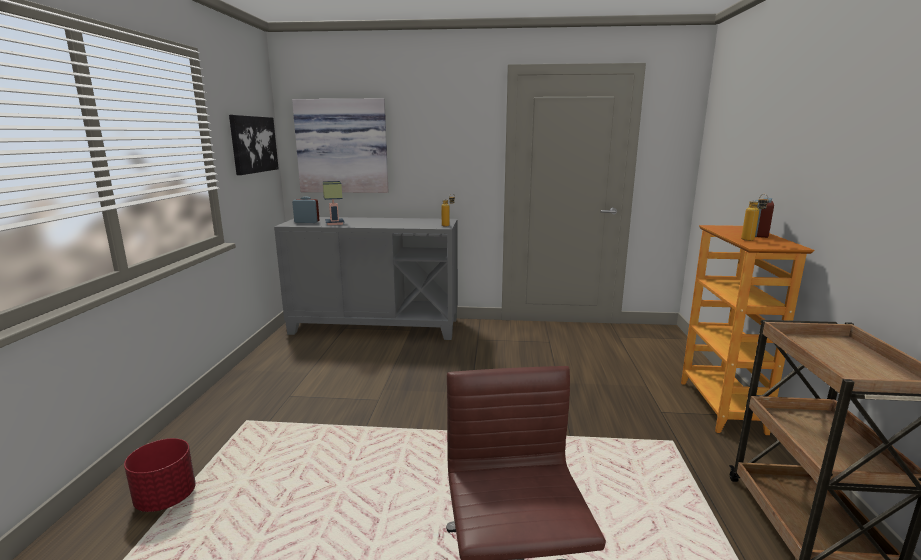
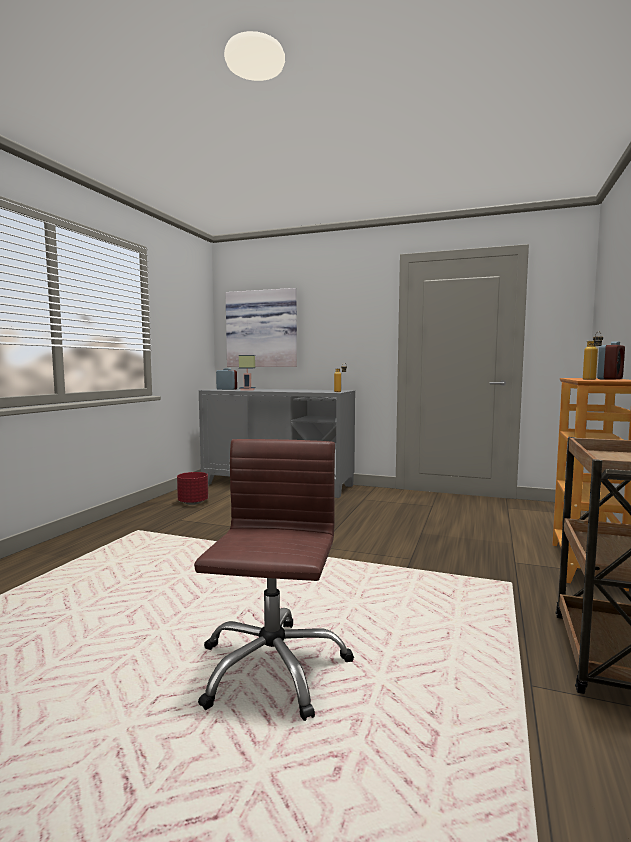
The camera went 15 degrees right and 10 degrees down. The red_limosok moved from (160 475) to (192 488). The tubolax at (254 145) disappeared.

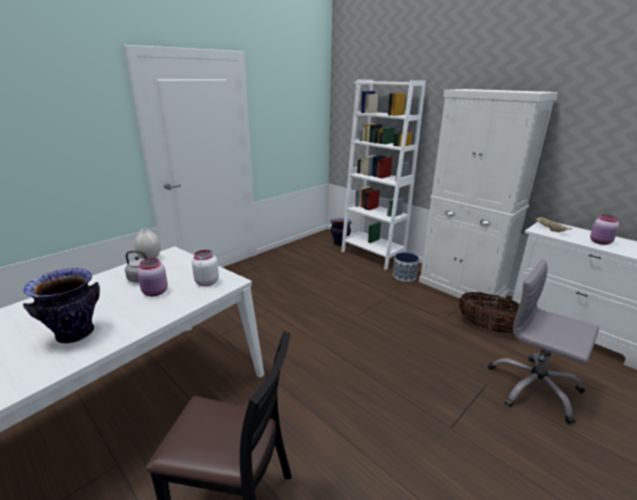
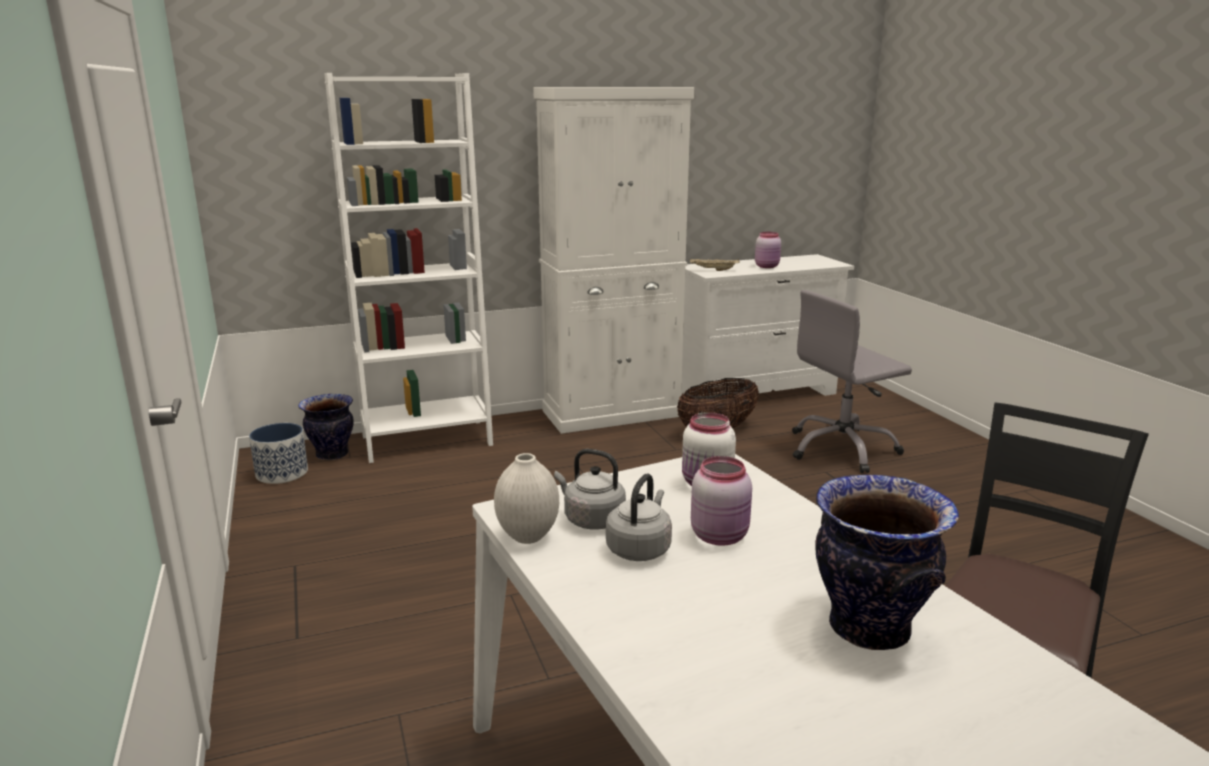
The camera went 65 degrees left and 5 degrees down. The limosok moved from (406 267) to (278 453). The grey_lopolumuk at (590 489) appeared.

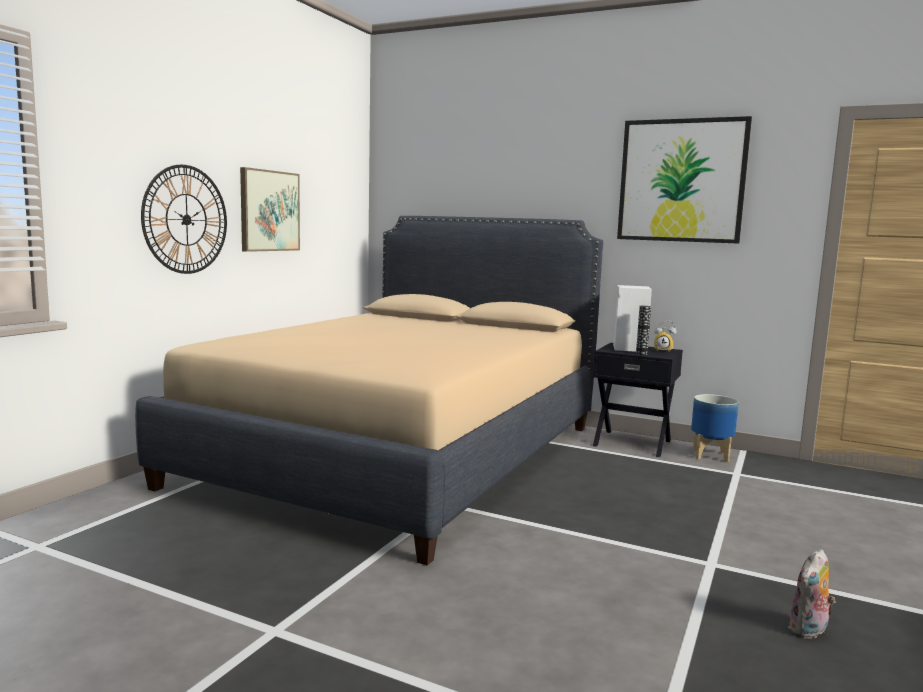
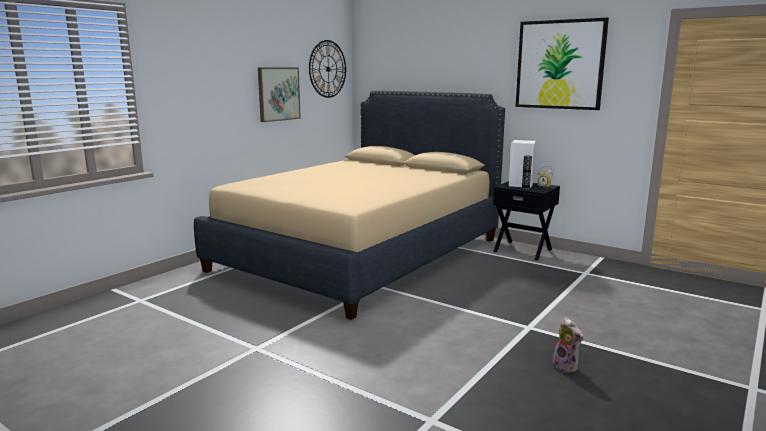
The camera went 10 degrees right and 5 degrees up. The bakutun moved from (184 219) to (327 69). The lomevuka at (812 594) turned 90 degrees counterclockwise. The limosok at (715 428) disappeared.

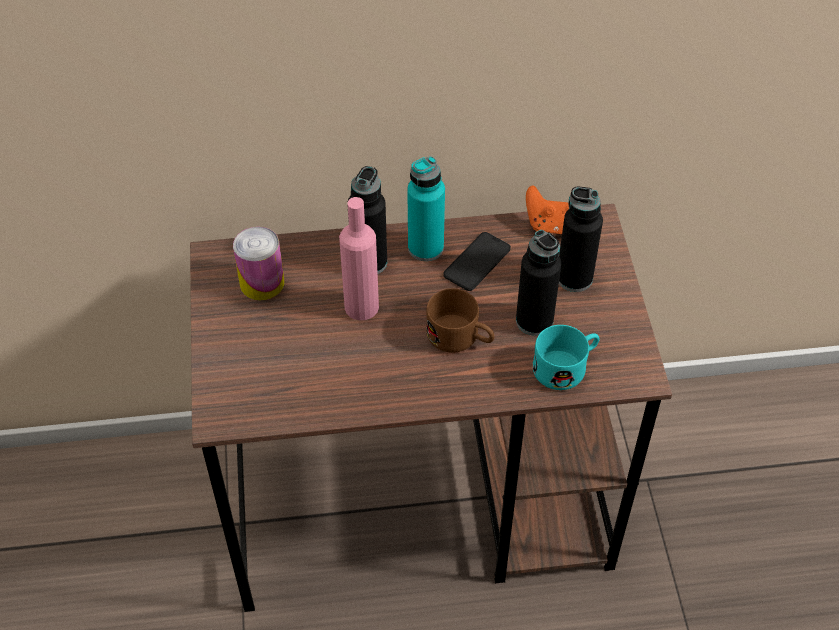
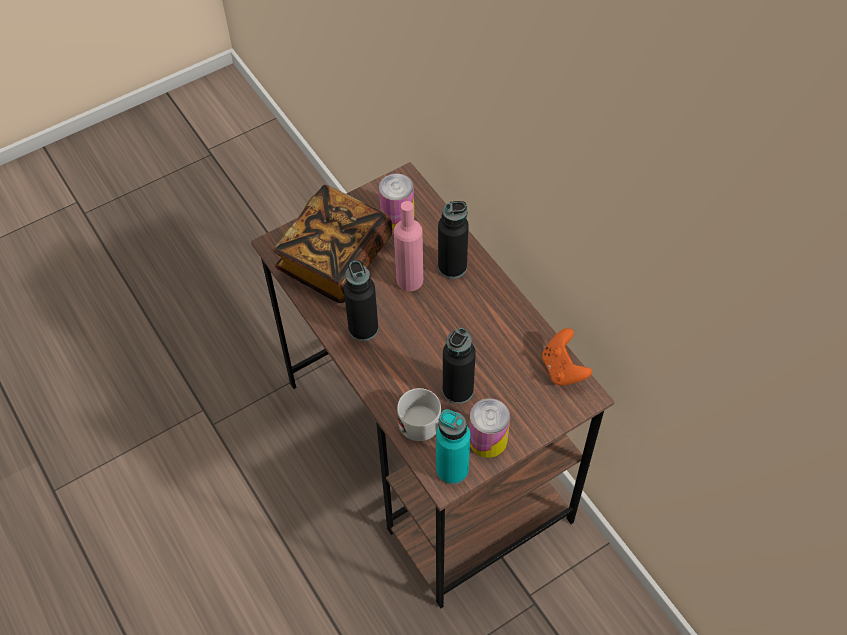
The camera went 65 degrees right and 5 degrees up. The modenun at (332 244) appeared. The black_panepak moved from (581 239) to (361 300). The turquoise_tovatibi at (566 357) became the white_tovatibi at (419 414). The turquoise_panepak moved from (426 208) to (453 447). The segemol at (489 428) appeared. The brown_tovatibi at (460 321) disappeared. The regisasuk at (477 261) disappeared.

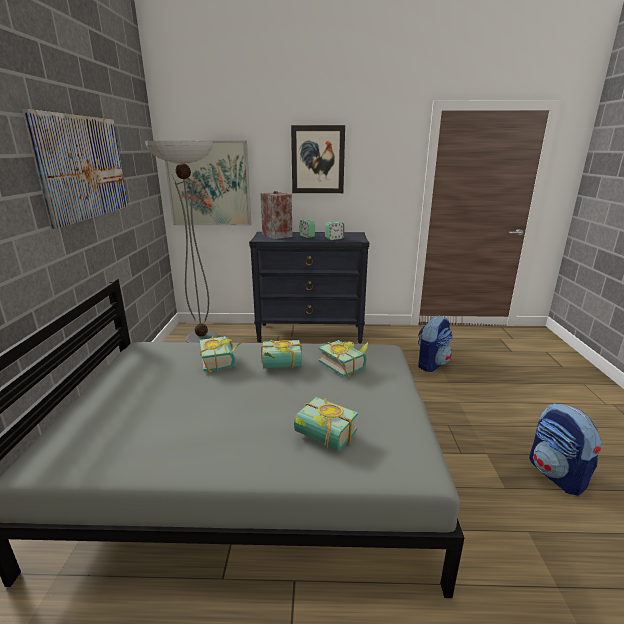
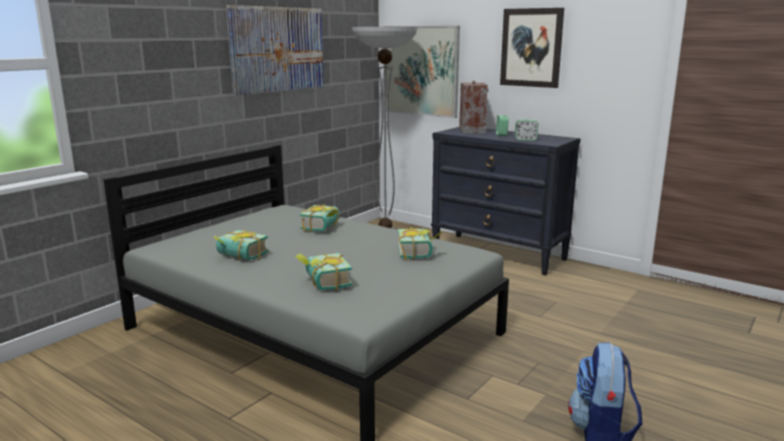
The camera went 35 degrees right and 5 degrees down. The modenun moved from (281 354) to (241 245). The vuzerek at (435 343) disappeared.

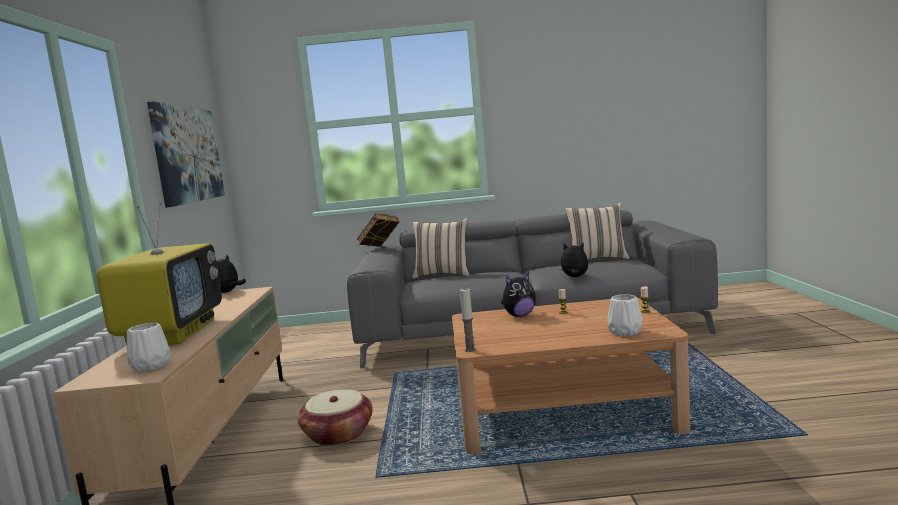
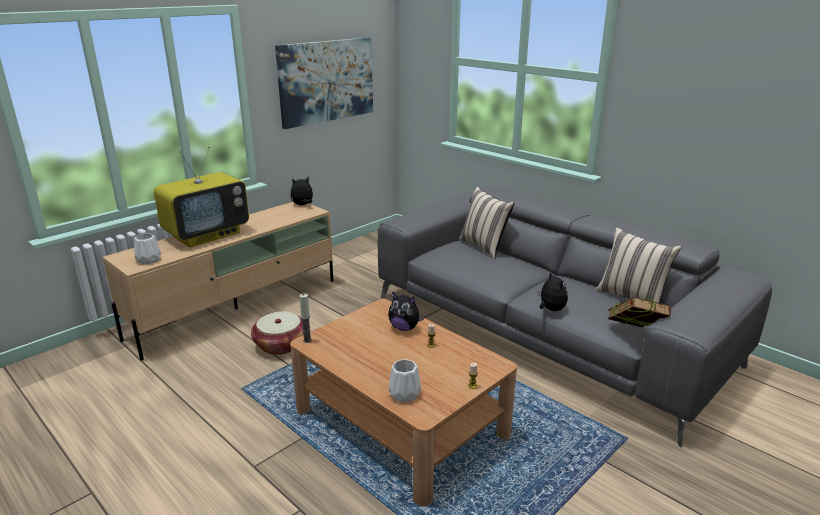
The camera went 45 degrees right and 15 degrees up. The modenun moved from (378 230) to (639 312).

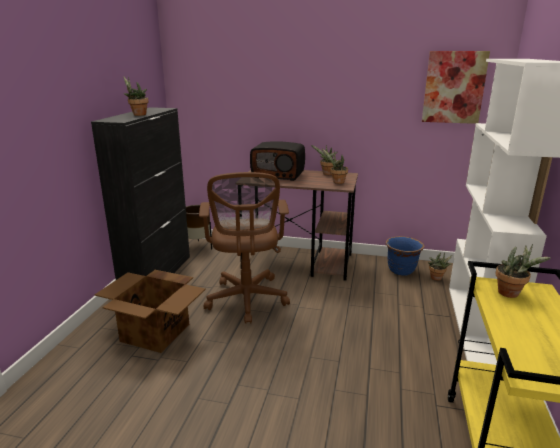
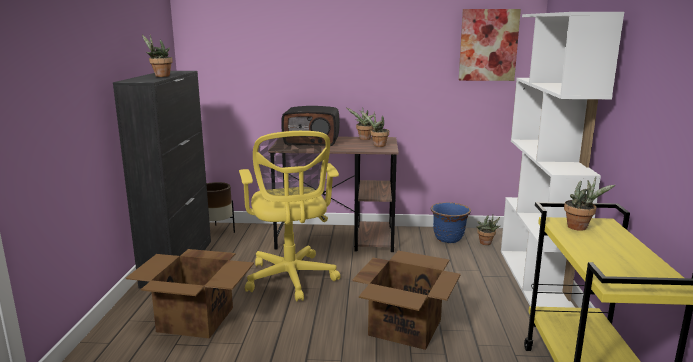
The camera went 10 degrees left and 5 degrees down. The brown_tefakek at (244 248) became the yellow_tefakek at (290 216). The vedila at (406 300) appeared.

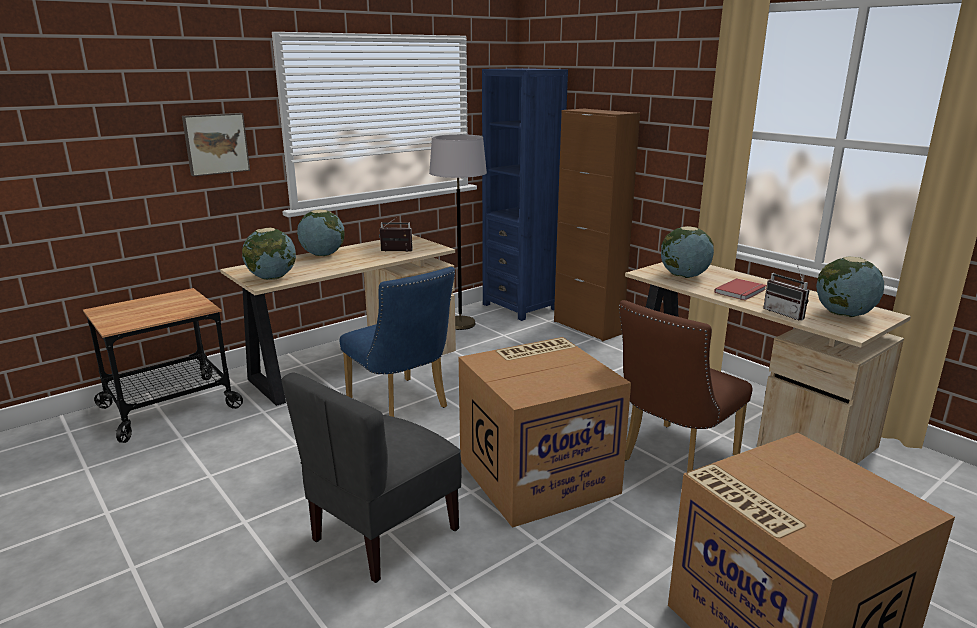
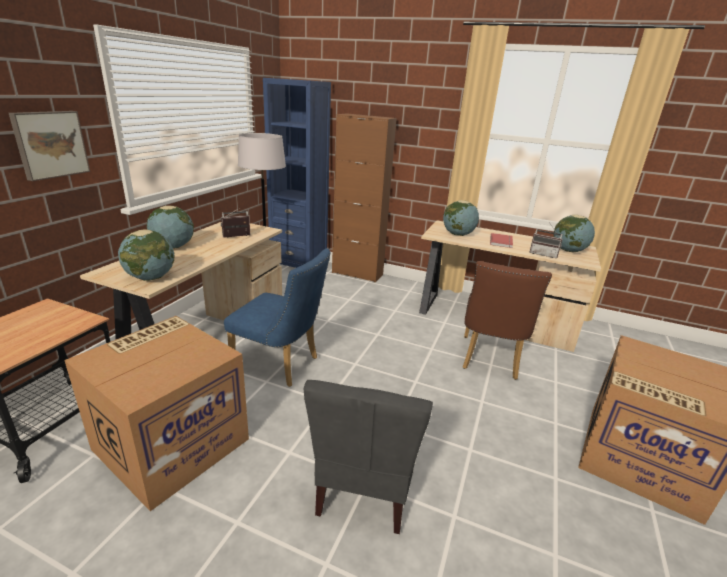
The camera went 30 degrees left and 5 degrees up. The vedila moved from (545 432) to (156 413).

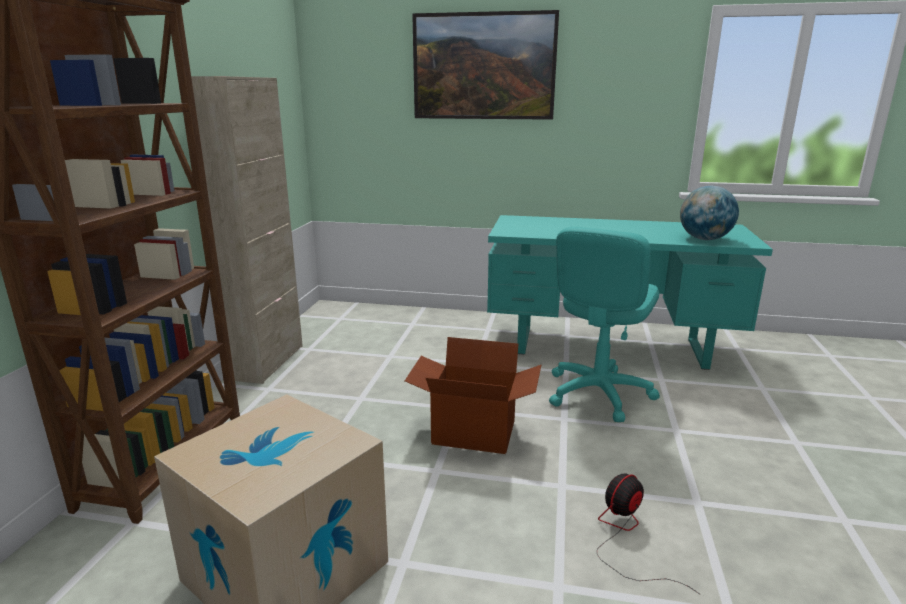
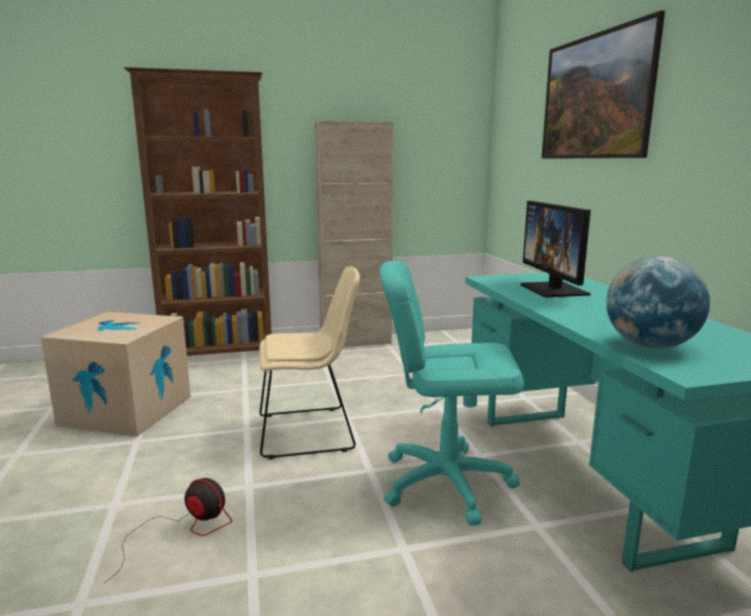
The camera went 65 degrees right and 5 degrees down. The vedila at (473 395) was replaced by the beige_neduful at (309 363). The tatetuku at (555 249) appeared.

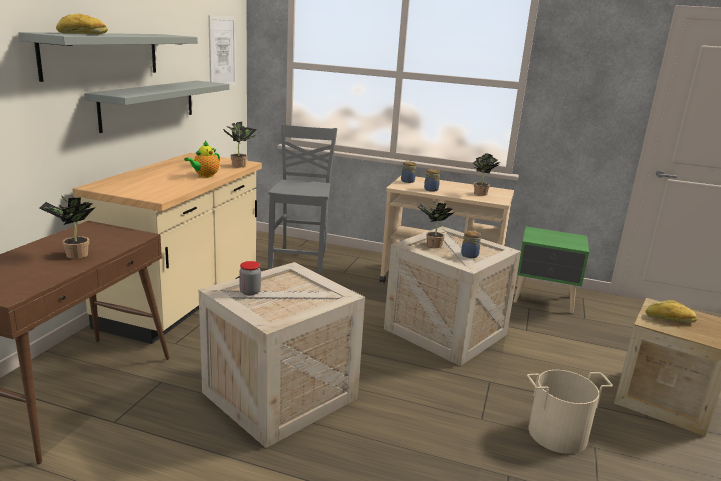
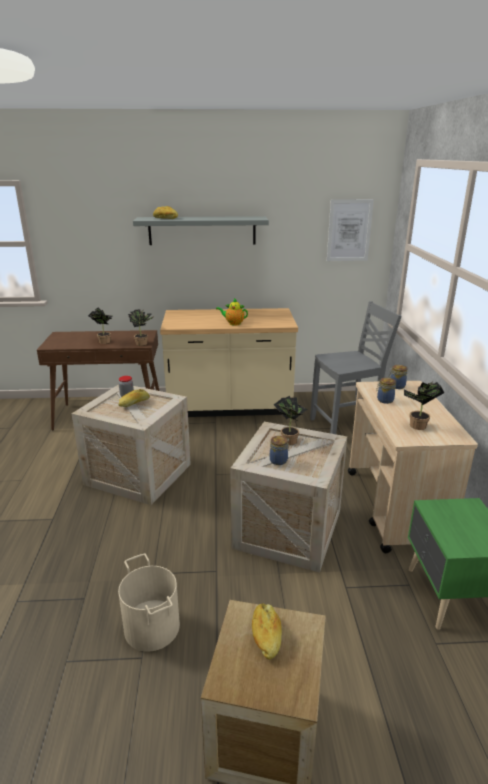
The camera went 70 degrees right and 5 degrees up. The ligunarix at (134 398) appeared. The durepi moved from (240 144) to (141 327). The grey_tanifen at (156 107) disappeared.

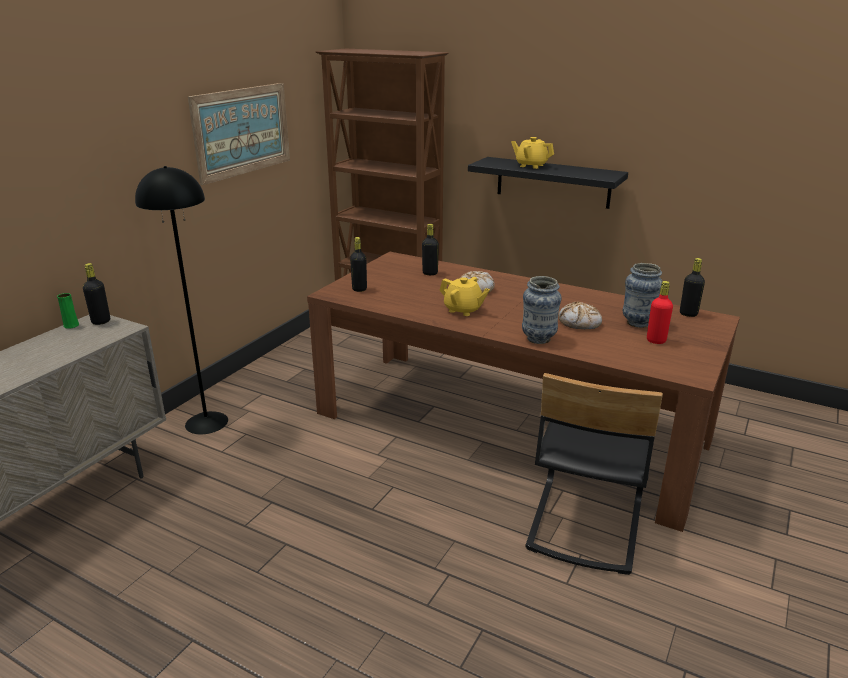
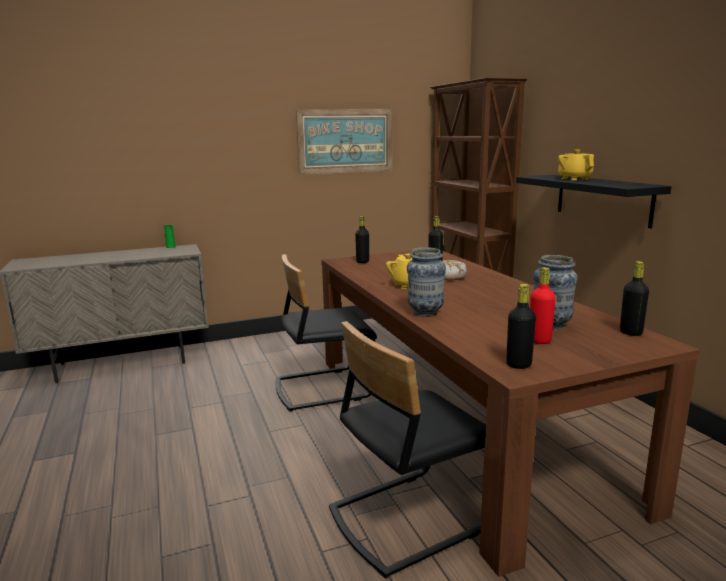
The camera went 40 degrees right and 10 degrees down. The black_neduful at (326 333) appeared. The black_panepak moved from (96 294) to (521 326). The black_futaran at (181 300) disappeared. The ligunarix at (580 315) disappeared.

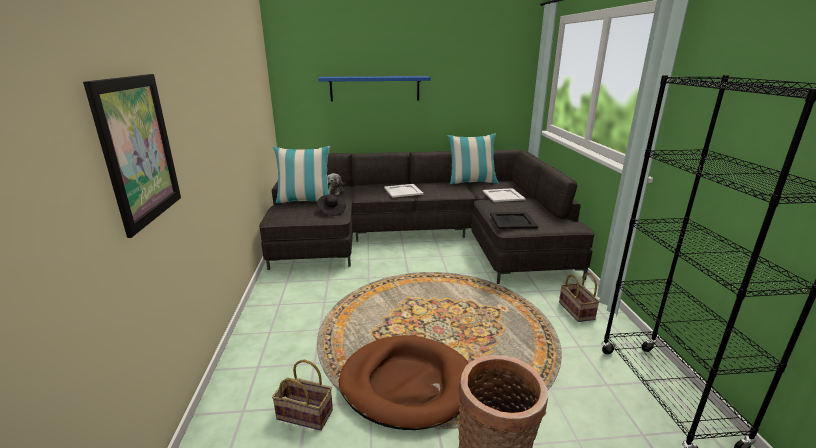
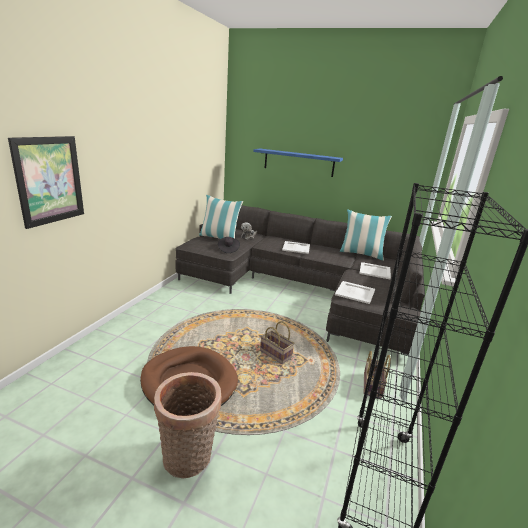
The camera went 25 degrees right and 0 degrees up. The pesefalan moved from (302 395) to (277 342). The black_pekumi at (514 220) became the white_pekumi at (355 292).

